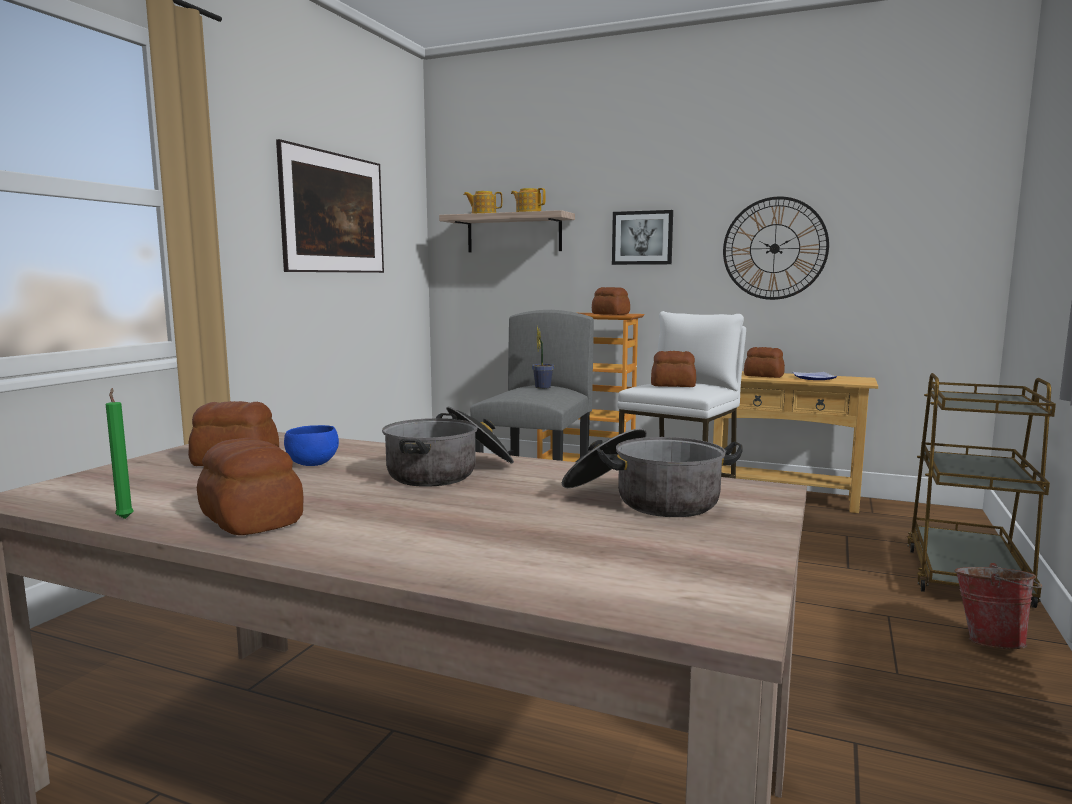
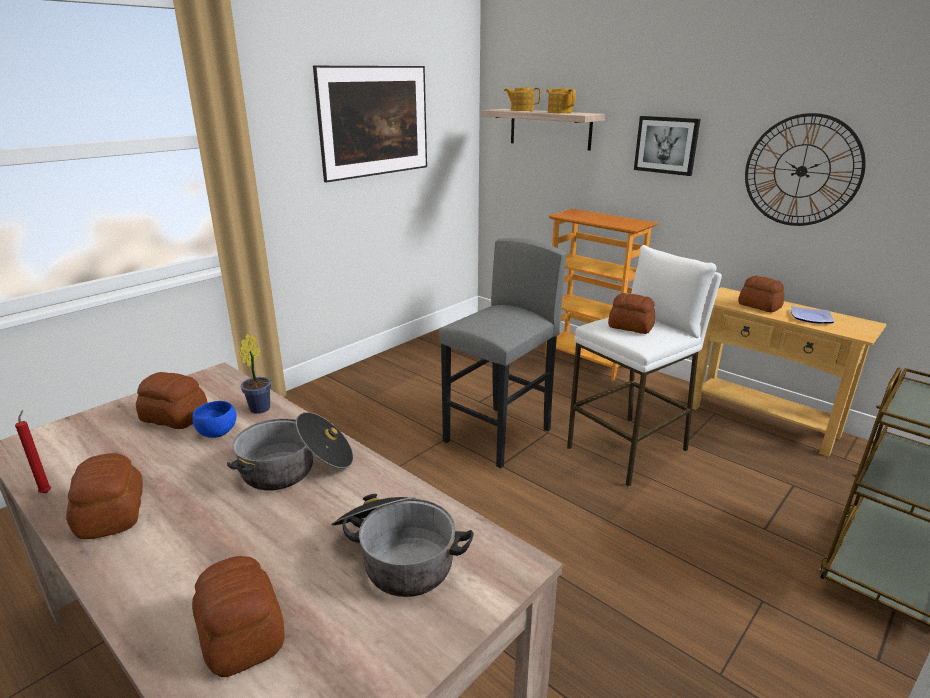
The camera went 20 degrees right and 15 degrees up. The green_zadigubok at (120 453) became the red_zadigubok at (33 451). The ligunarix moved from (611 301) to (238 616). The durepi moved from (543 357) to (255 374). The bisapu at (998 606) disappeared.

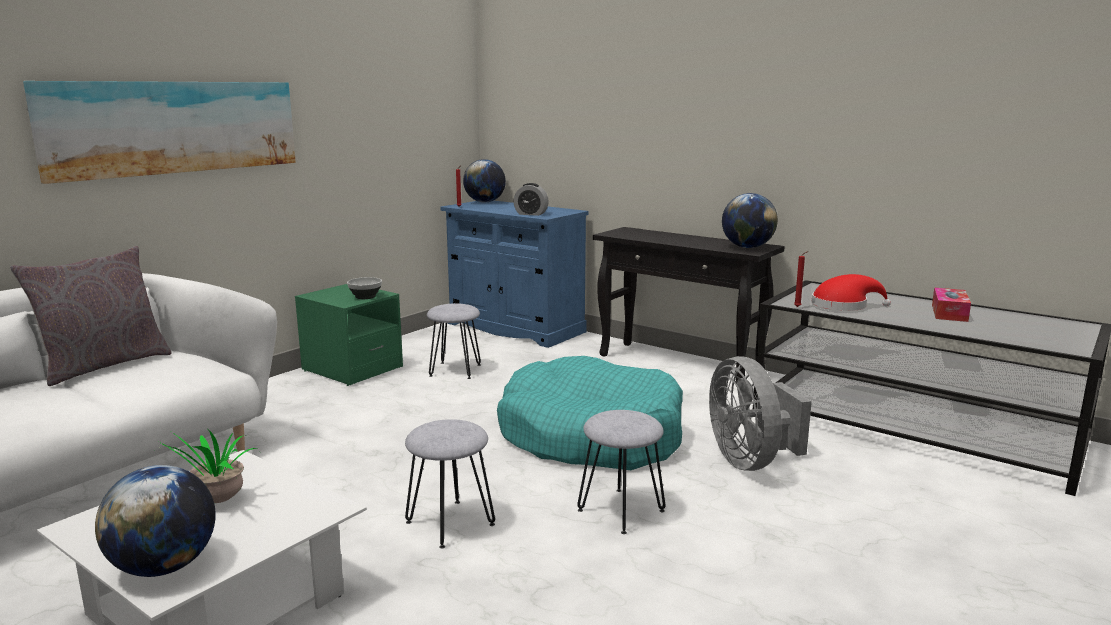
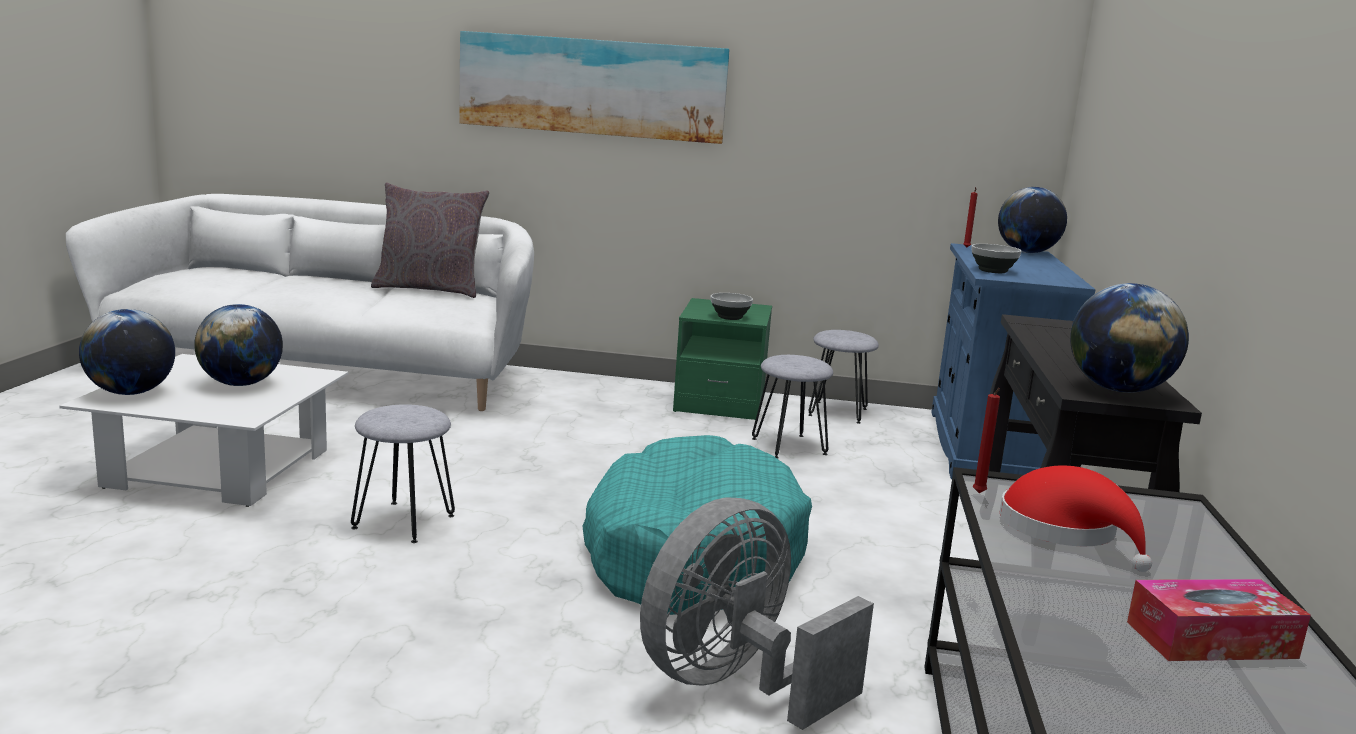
The camera went 60 degrees right and 0 degrees up. The durepi at (207 465) was replaced by the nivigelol at (238 345). The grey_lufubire moved from (621 472) to (843 377). The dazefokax at (531 199) was replaced by the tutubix at (996 258).

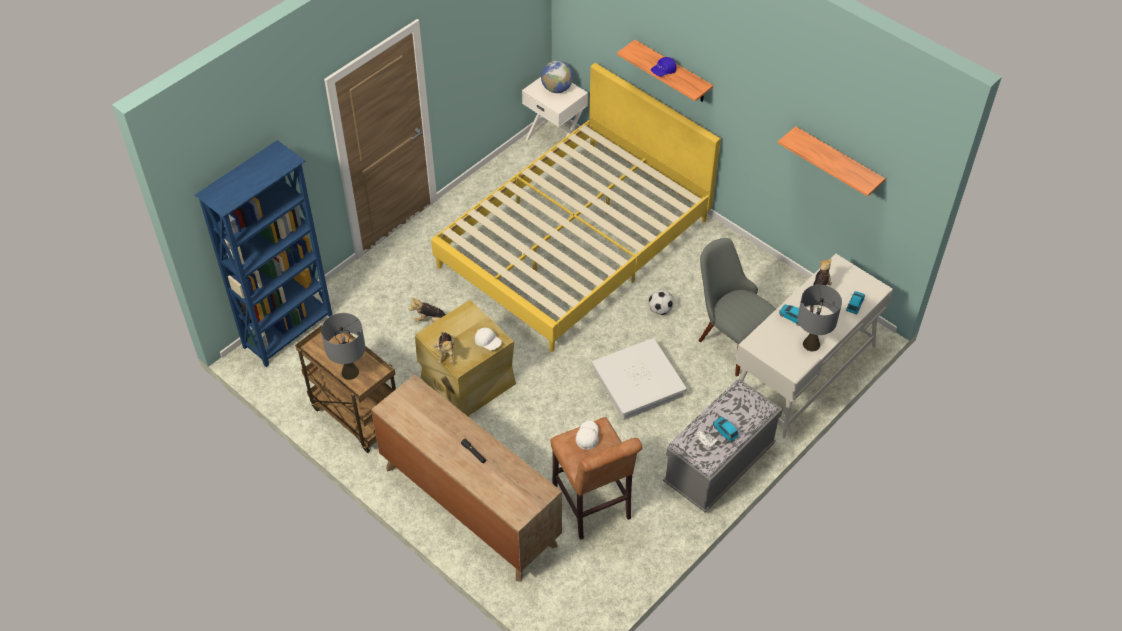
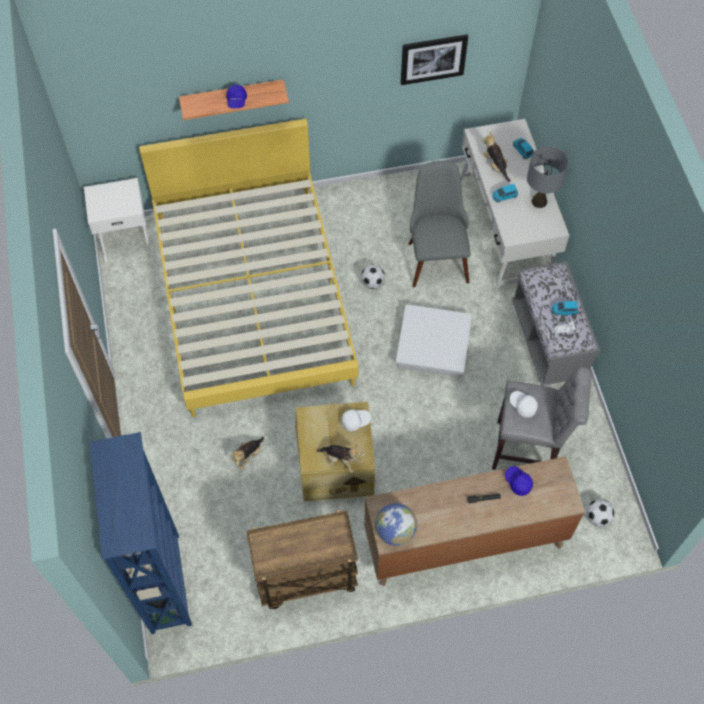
The camera went 55 degrees left and 10 degrees up. The nivigelol moved from (557 77) to (396 524). The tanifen at (831 161) was replaced by the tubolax at (434 59). The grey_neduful at (737 307) turned 90 degrees clockwise. The brown_lufubire at (596 478) became the grey_lufubire at (541 418). The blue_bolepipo at (519 481) appeared. The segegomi at (600 513) appeared. The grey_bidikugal at (343 346) disappeared.

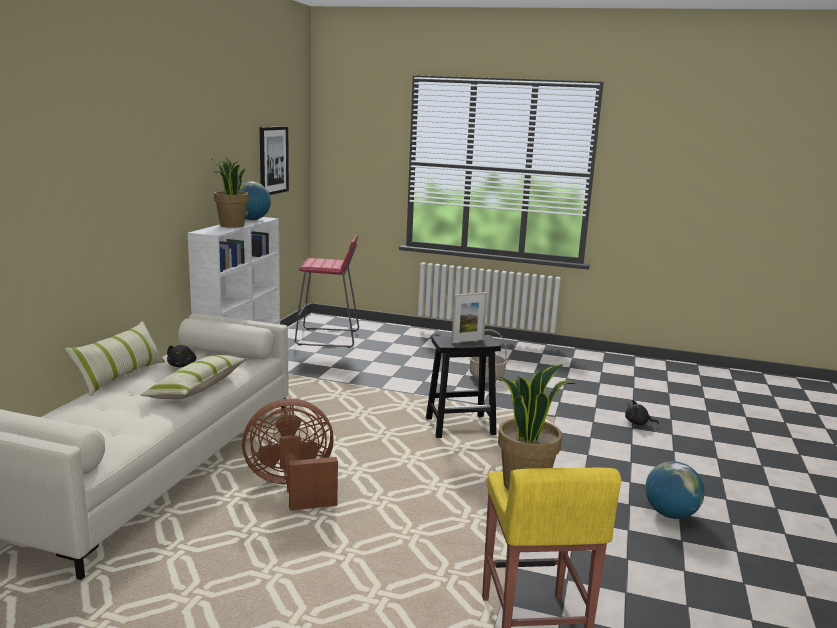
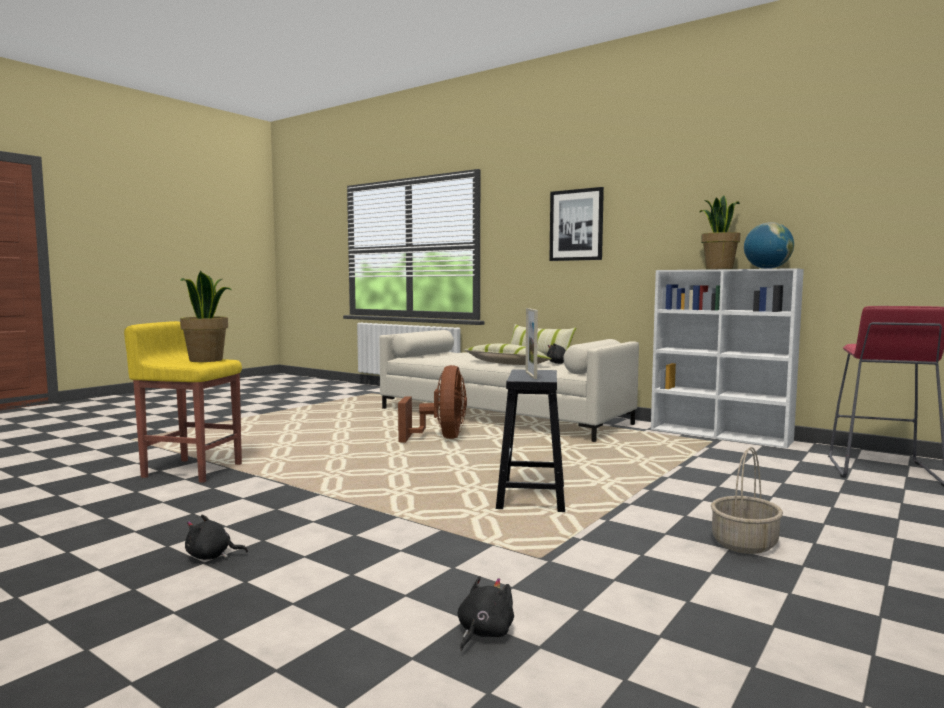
The camera went 110 degrees right and 10 degrees down. The nivigelol at (674 490) was replaced by the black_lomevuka at (216 537). The tubolax moved from (274 160) to (576 224).

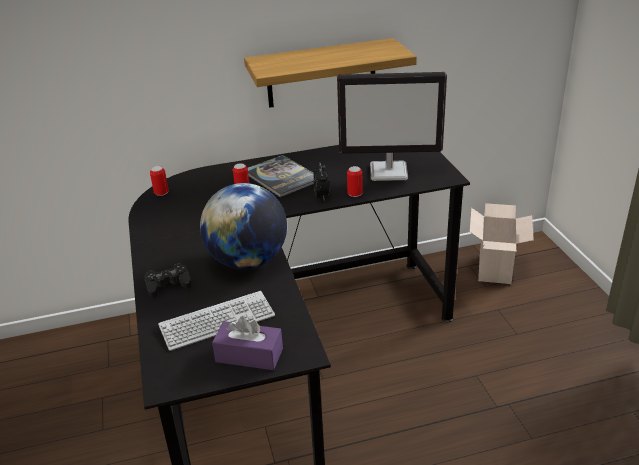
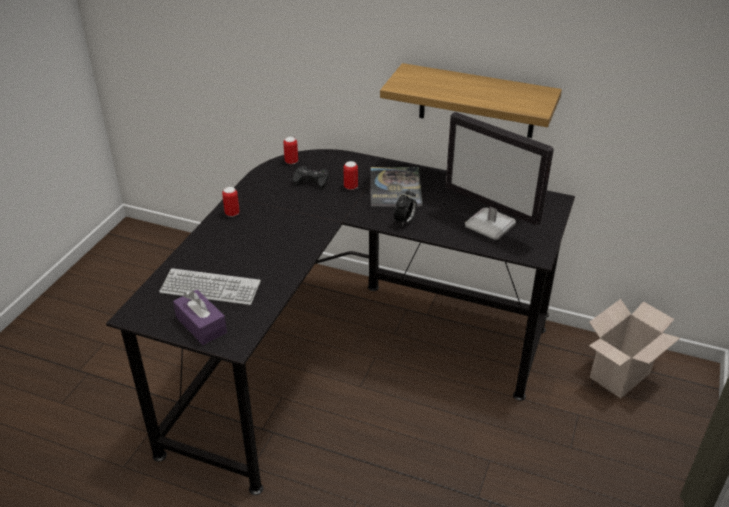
The camera went 35 degrees right and 5 degrees up. The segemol moved from (355 181) to (231 202). The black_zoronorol moved from (167 280) to (311 178). The nivigelol at (243 226) disappeared.

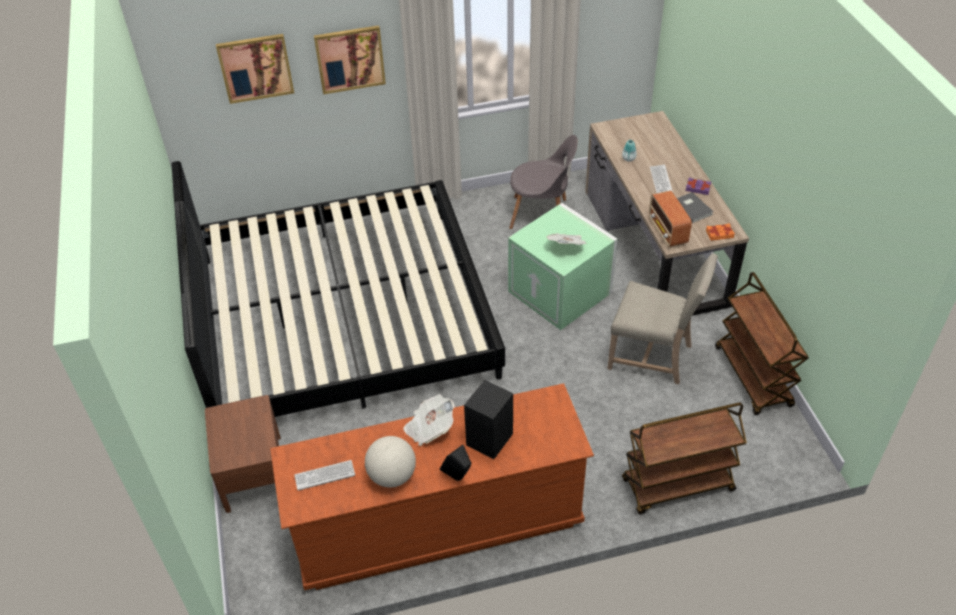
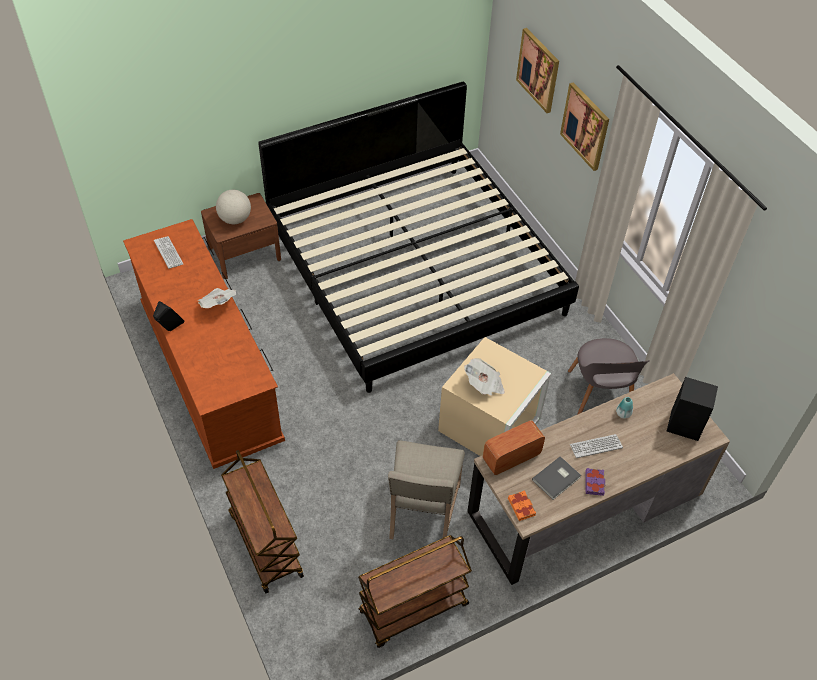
The camera went 75 degrees right and 5 degrees up. The nivigelol moved from (390 462) to (233 207). The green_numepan at (563 266) became the beige_numepan at (494 396). The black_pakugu moved from (488 419) to (692 409).

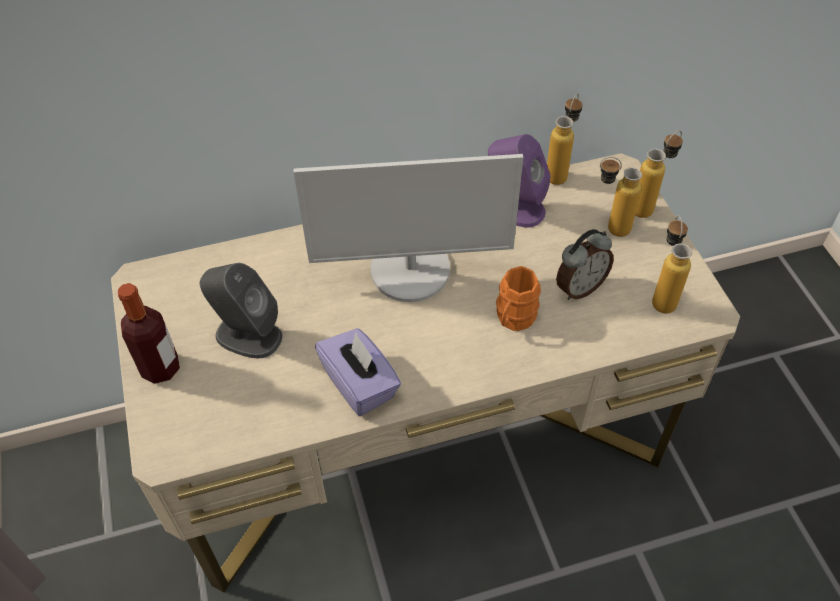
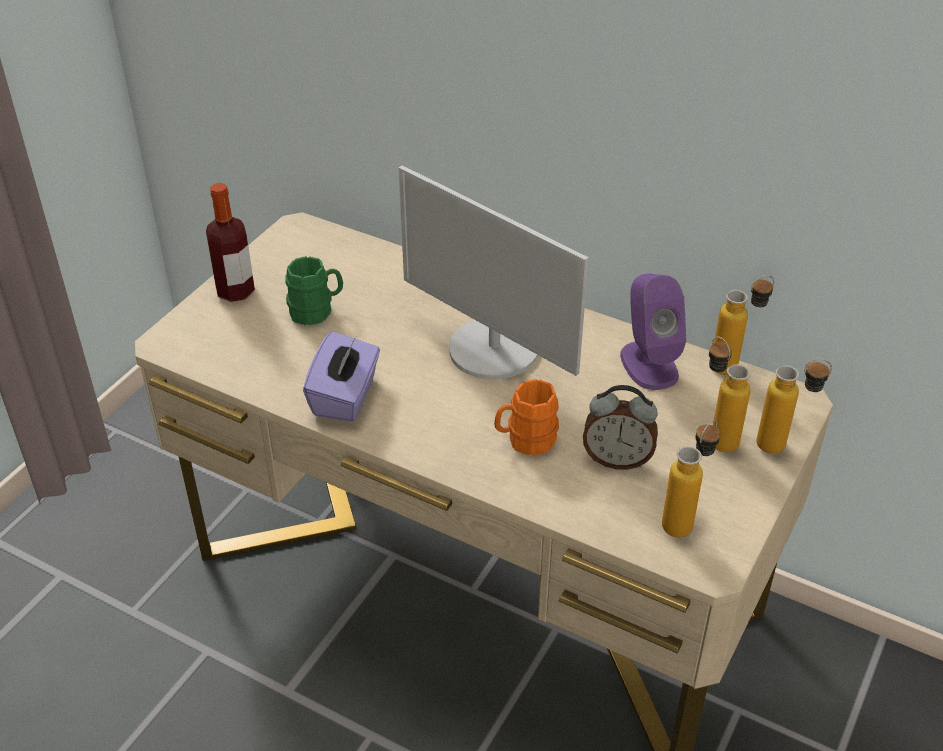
The camera went 45 degrees right and 10 degrees down. The grey_pakugu at (241 310) was replaced by the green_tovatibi at (314 290).

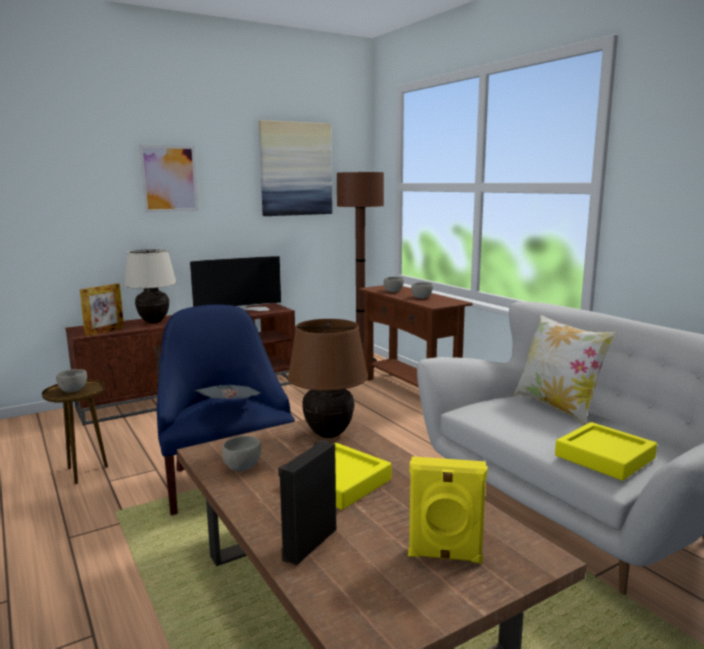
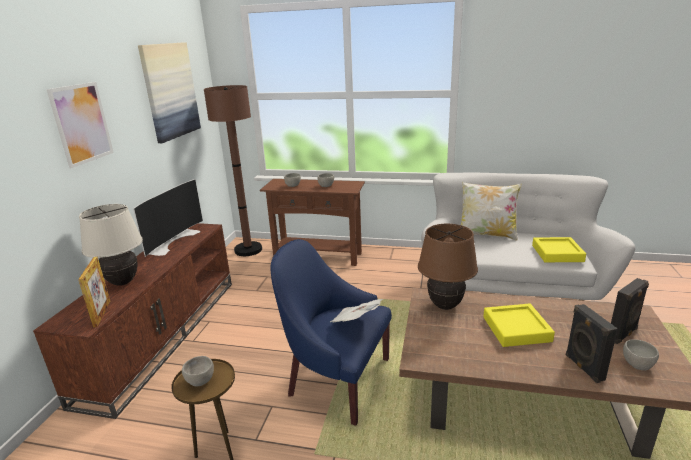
The camera went 45 degrees left and 10 degrees up. The yellow_pakugu at (447 509) became the black_pakugu at (630 311). The grey_tutubix moved from (241 453) to (641 355).

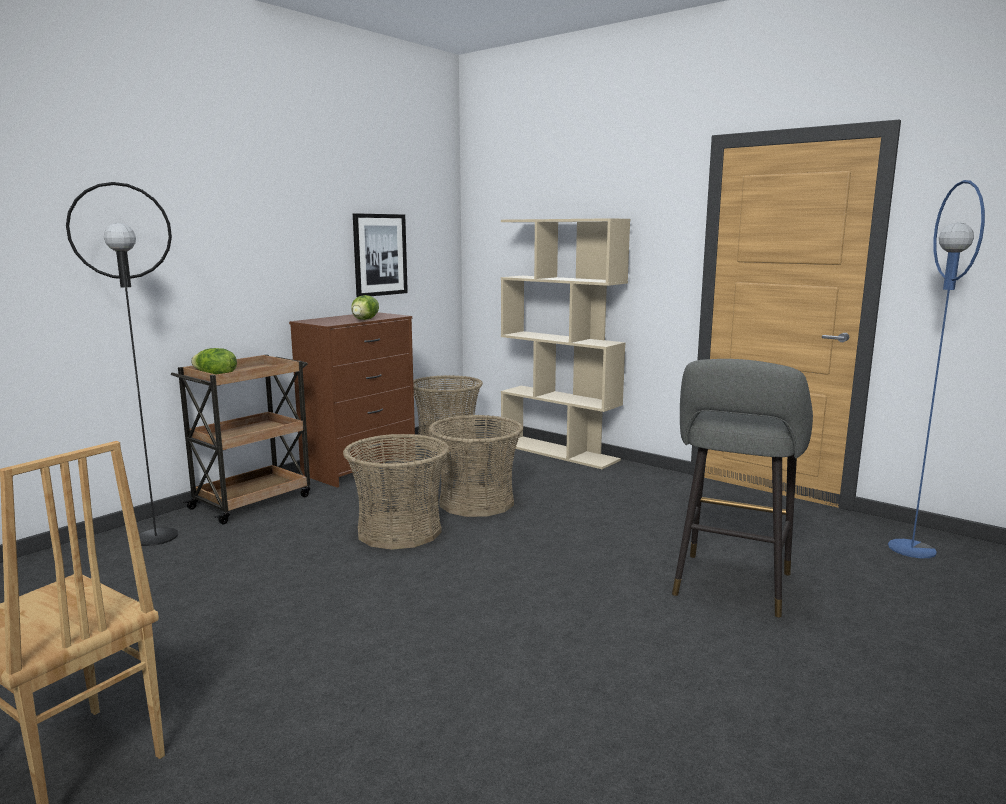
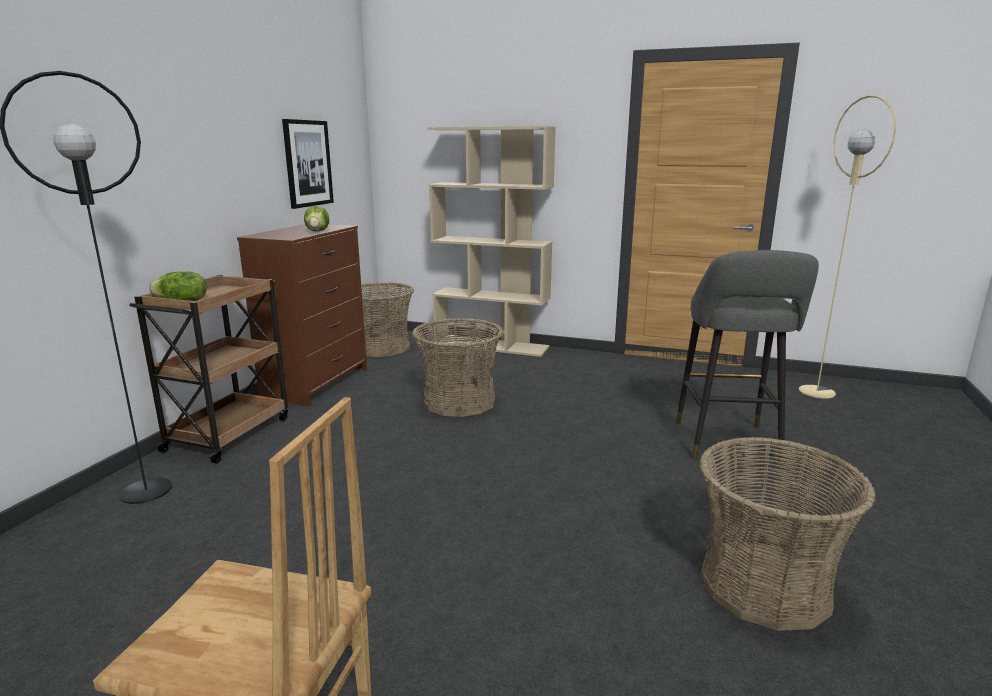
The camera went 20 degrees left and 5 degrees up. The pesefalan moved from (396 492) to (787 534). The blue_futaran at (936 369) became the beige_futaran at (847 247).

